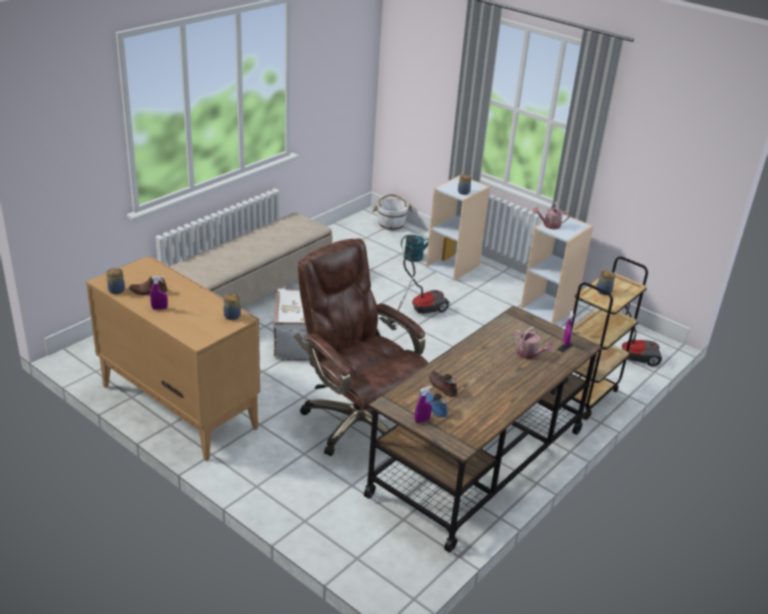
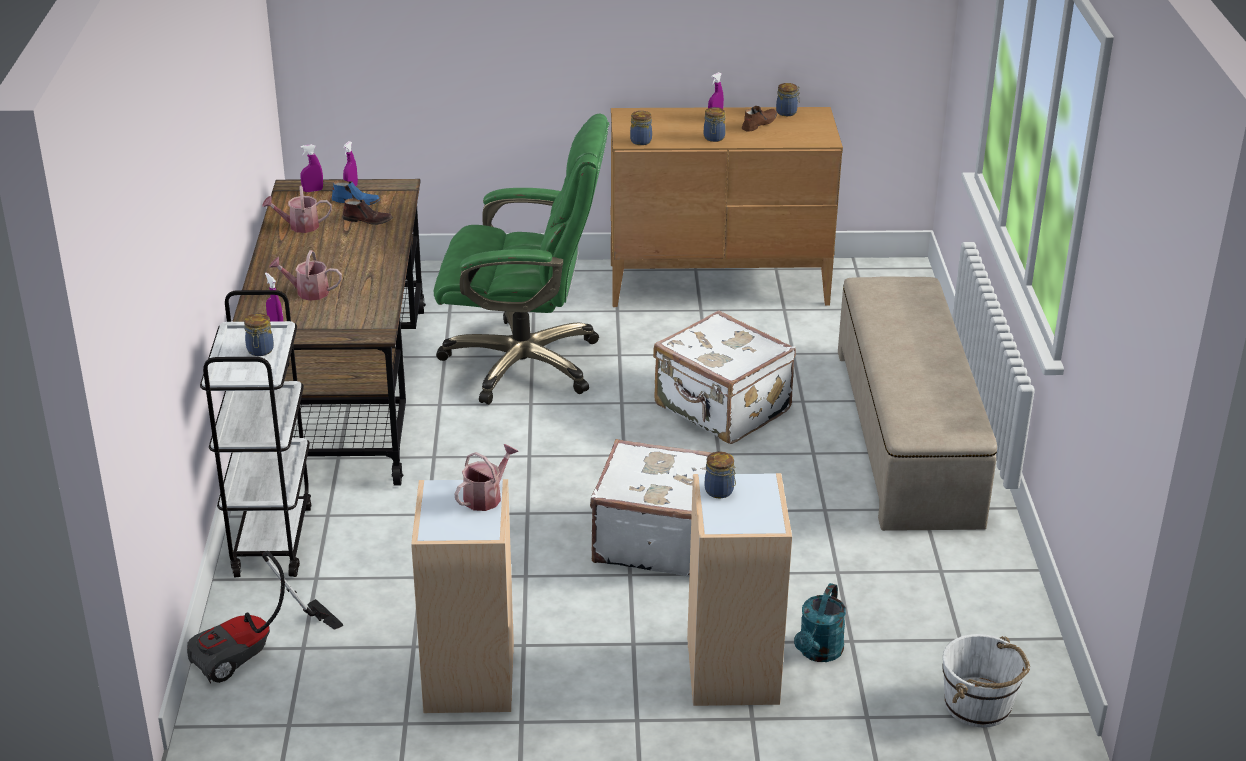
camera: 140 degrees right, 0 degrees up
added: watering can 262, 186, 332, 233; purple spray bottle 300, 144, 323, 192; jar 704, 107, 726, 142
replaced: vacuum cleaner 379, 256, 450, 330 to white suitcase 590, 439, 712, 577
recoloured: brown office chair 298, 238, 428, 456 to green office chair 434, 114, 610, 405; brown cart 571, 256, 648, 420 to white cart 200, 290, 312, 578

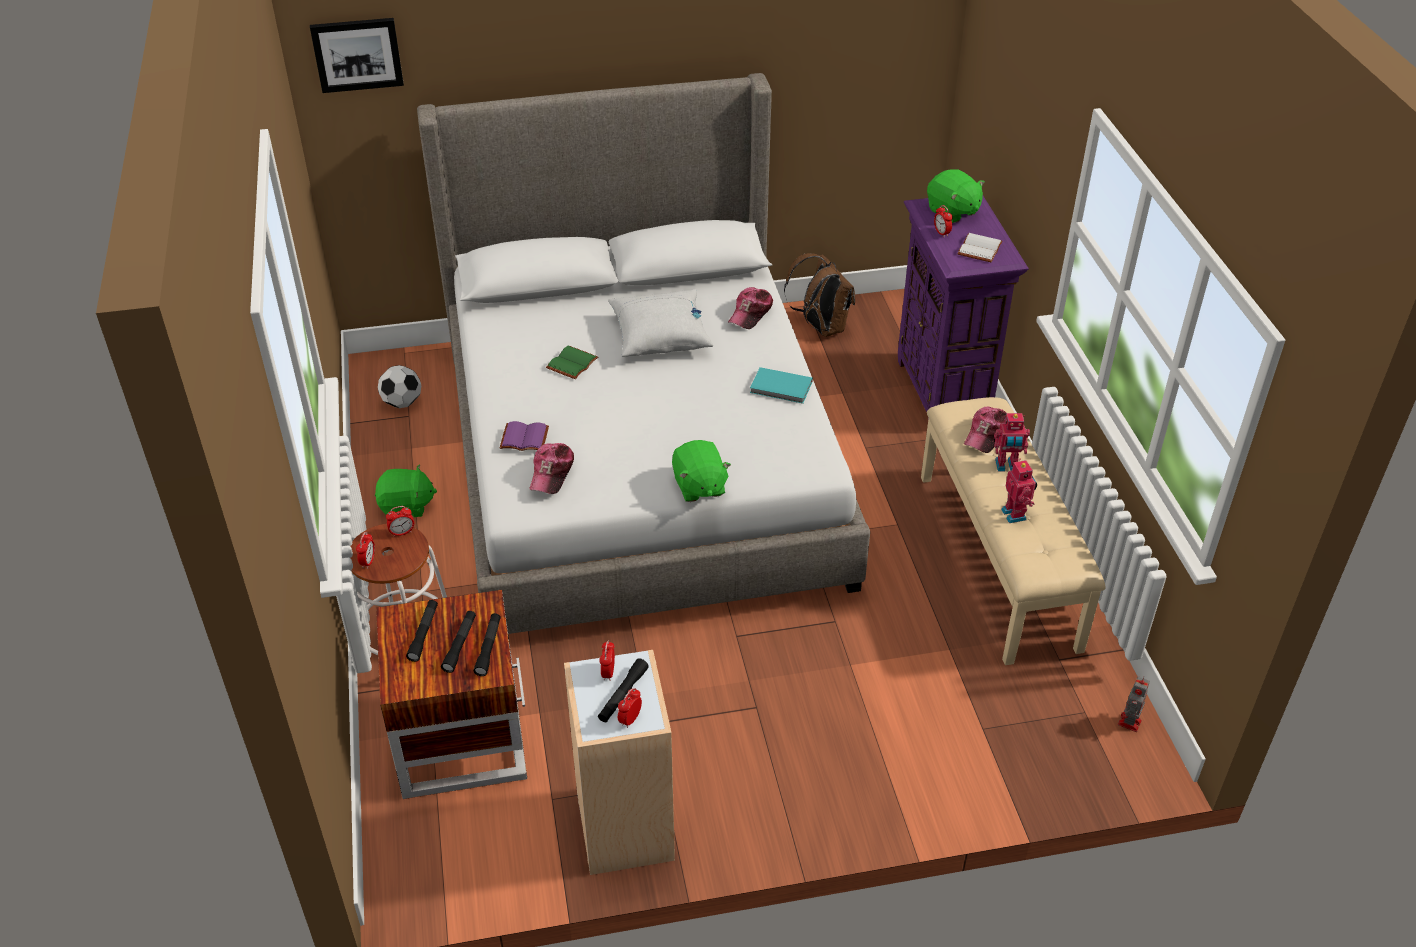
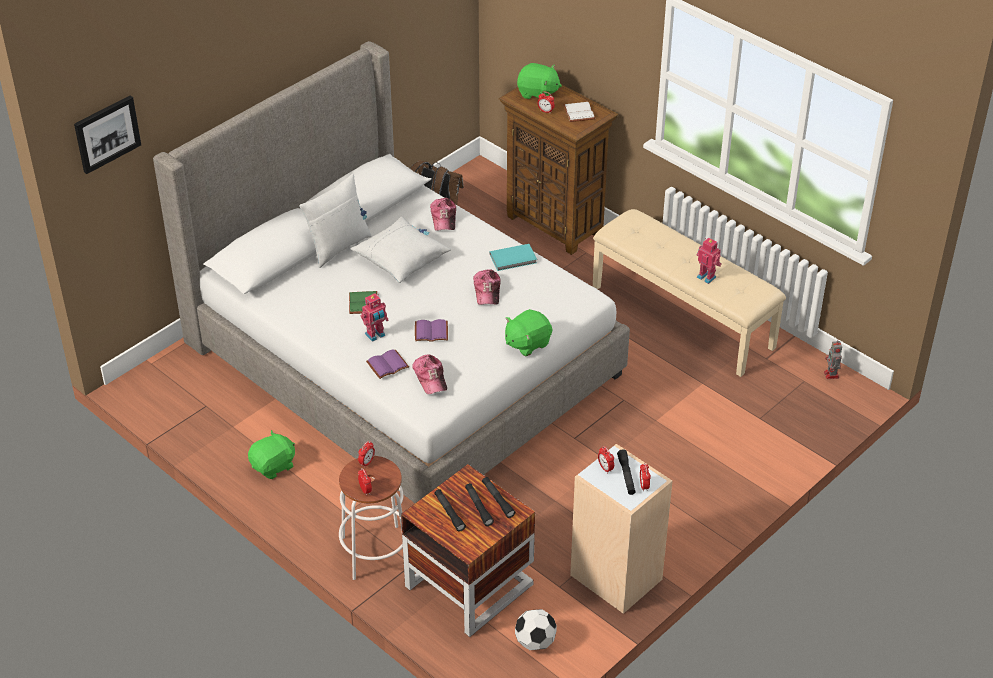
camera: 35 degrees left, 0 degrees up
added: grey pillow 299, 174, 372, 268; purple book 415, 319, 448, 342
moved: football 378, 365, 421, 408 to 515, 609, 557, 650; cap 964, 406, 1006, 453 to 473, 269, 501, 305; toy robot 994, 413, 1030, 472 to 361, 293, 389, 342
recoloured: purple cabinet 898, 196, 1029, 419 to brown cabinet 499, 84, 618, 255
turned: green plush toy 672, 440, 731, 502 = 505, 309, 552, 357 105 degrees clockwise

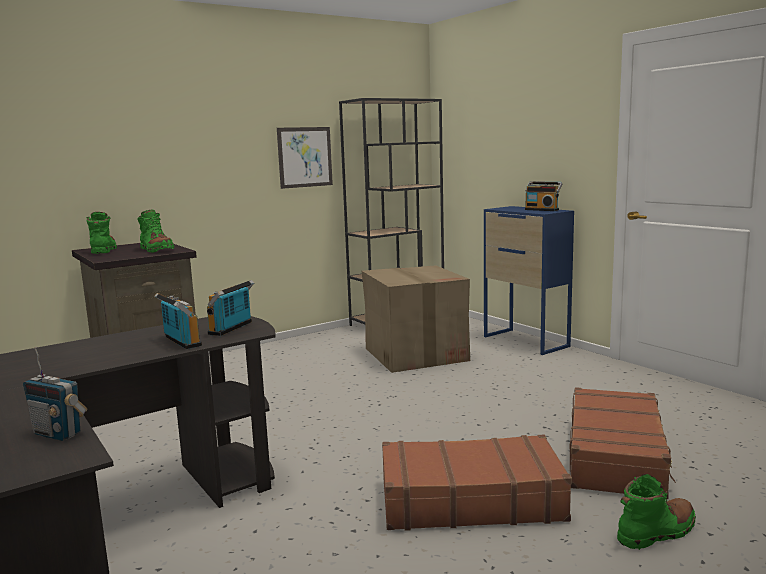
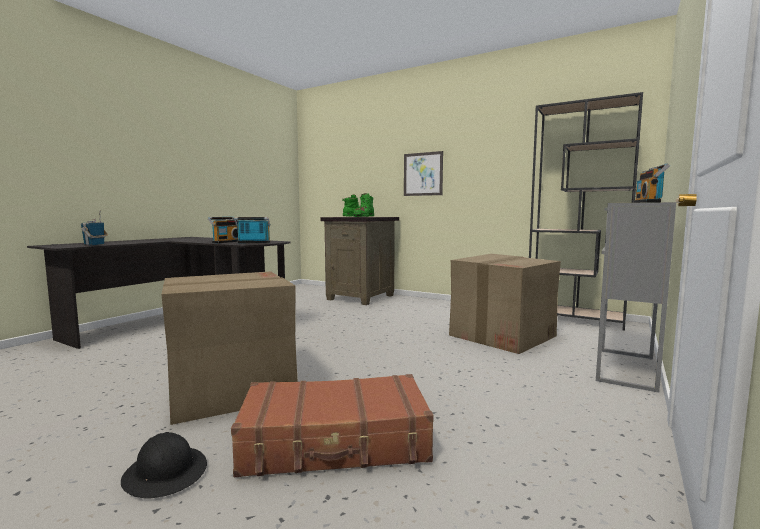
camera: 65 degrees right, 5 degrees down
moved: picture 277, 127, 333, 189 to 404, 151, 443, 196
replaced: brown suitcase 382, 435, 572, 531 to cardboard box 162, 271, 298, 425; green boot 617, 474, 696, 550 to black hard hat 121, 432, 207, 499
recoloured: blue cabinet 484, 206, 574, 355 to grey cabinet 596, 202, 676, 393

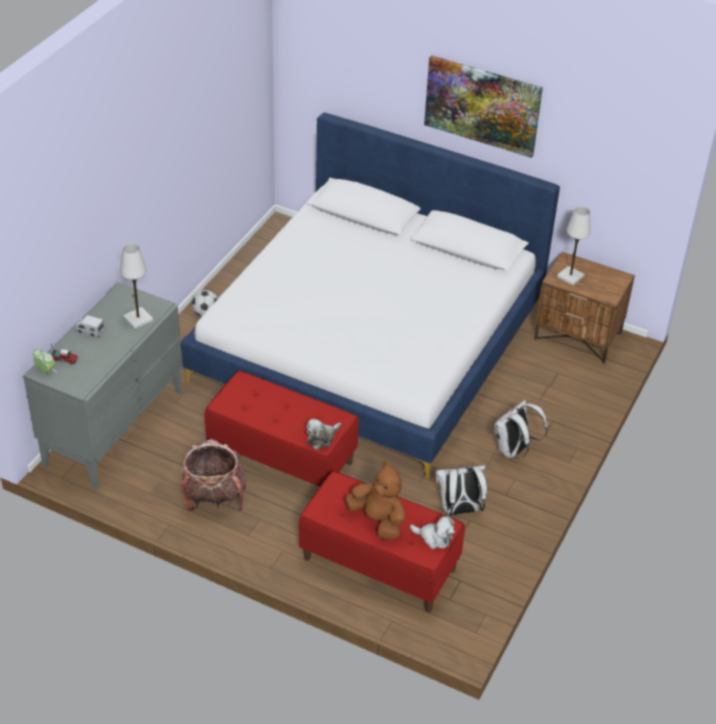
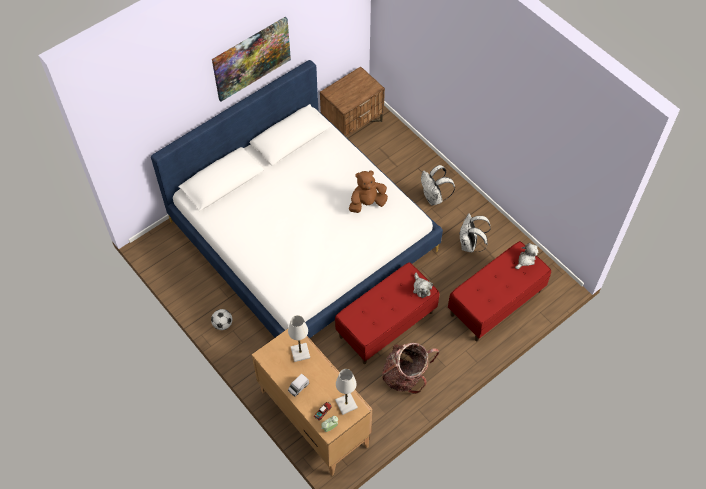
camera: 65 degrees left, 15 degrees up
moved: brown plush toy 345, 461, 406, 540 to 349, 170, 388, 213; white table lamp 557, 206, 591, 286 to 335, 369, 358, 415
recoloured: grey cabinet 23, 282, 182, 490 to brown cabinet 252, 329, 372, 476

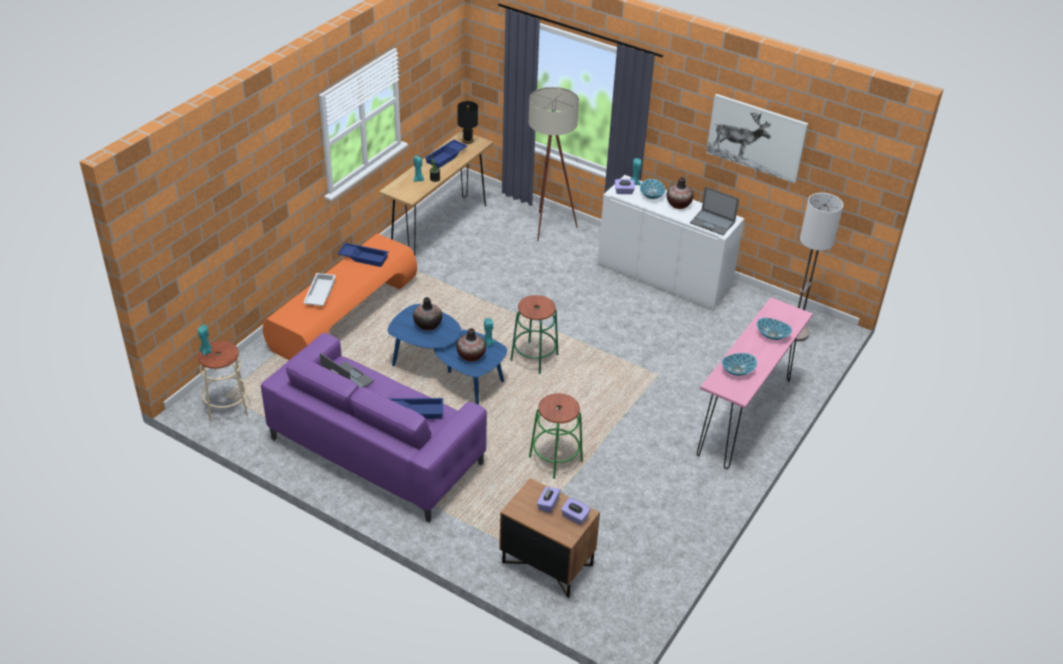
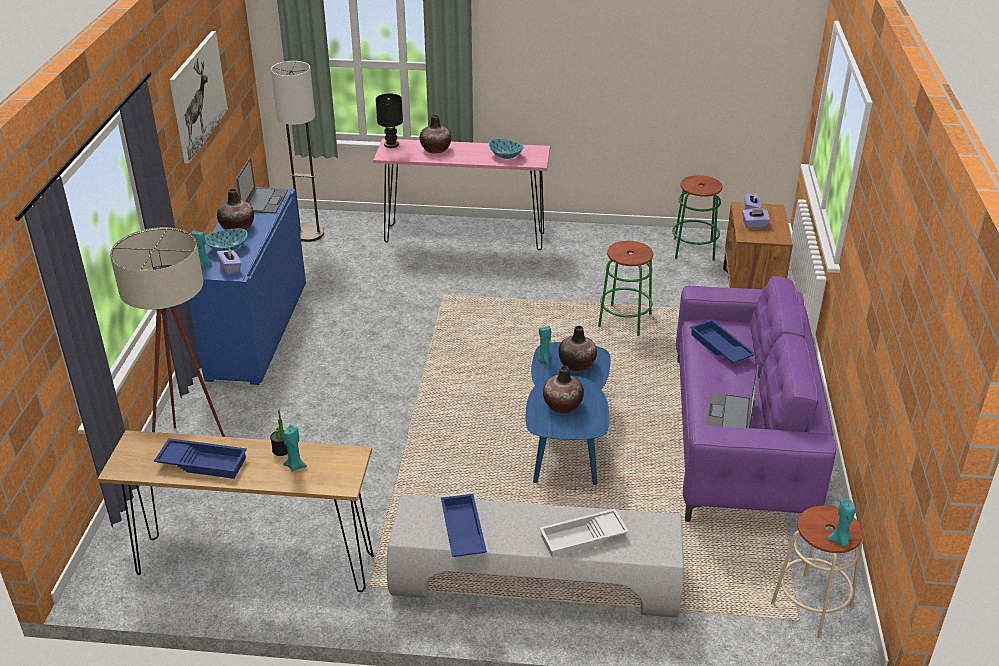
camera: 115 degrees left, 5 degrees down
moved: black table lamp 457, 101, 478, 144 to 376, 94, 403, 148; green stool 510, 295, 558, 374 to 672, 175, 723, 261
replaced: bowl 757, 318, 792, 340 to vase 420, 115, 451, 154
recoloured: orange bench 263, 233, 417, 360 to grey bench 387, 495, 684, 618; white cabinet 598, 175, 745, 311 to blue cabinet 188, 187, 306, 385

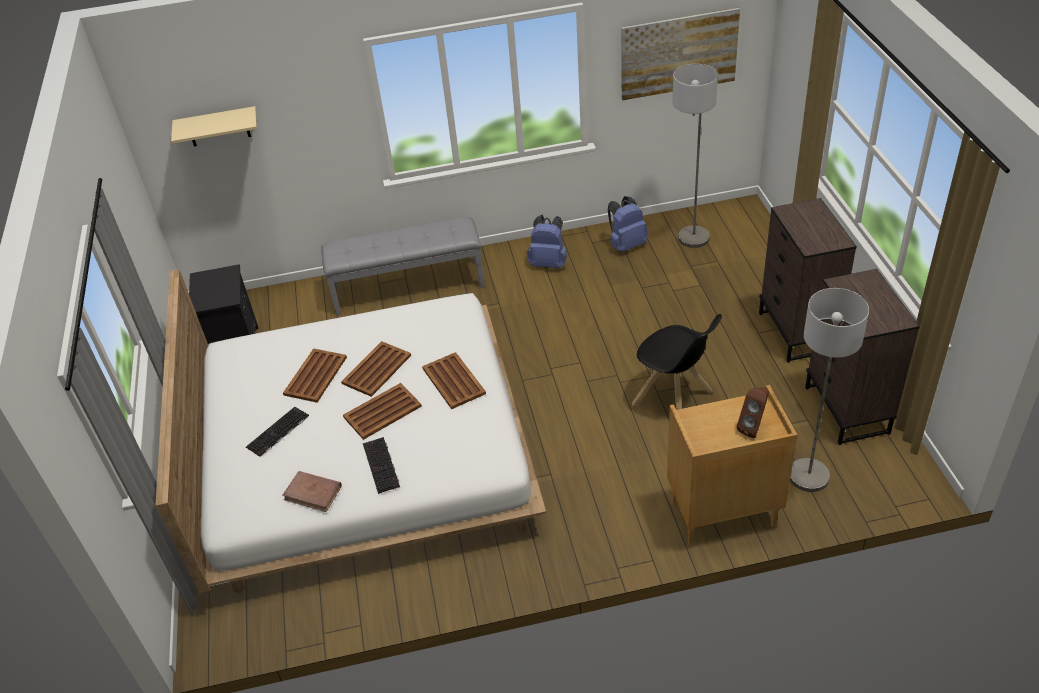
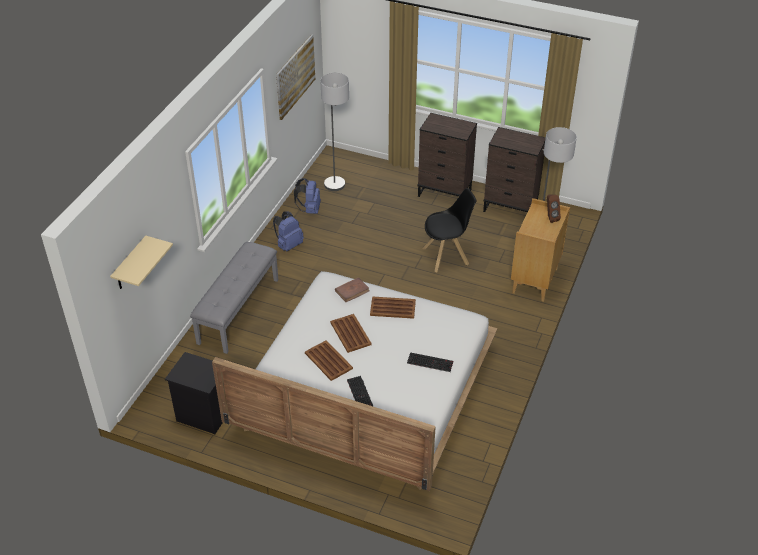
camera: 60 degrees left, 0 degrees up
removed: brown tray 343, 383, 422, 440
moved: brown book 282, 471, 342, 512 to 335, 277, 370, 302

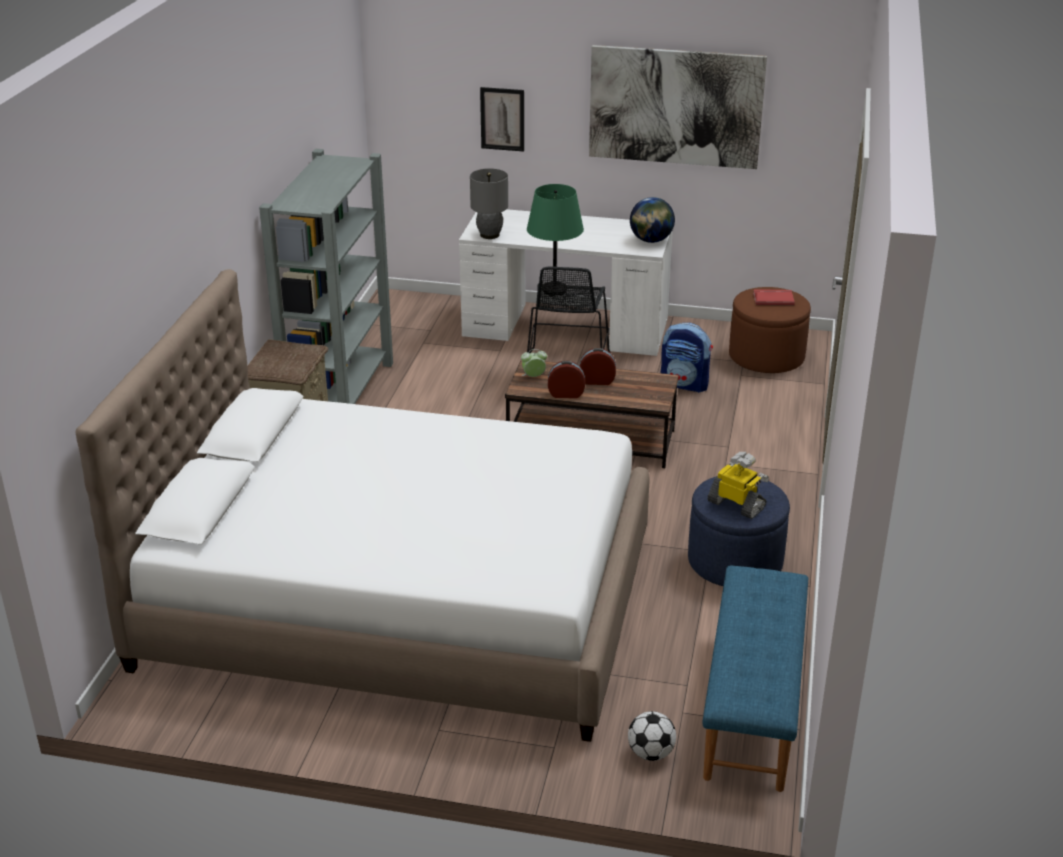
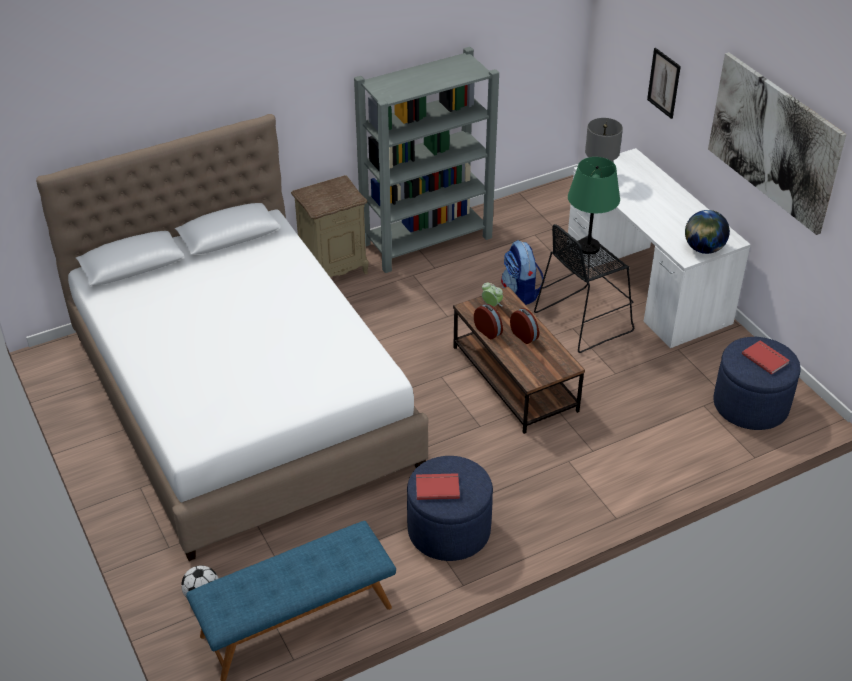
camera: 50 degrees right, 10 degrees up
moved: backpack 660, 323, 713, 393 to 501, 240, 544, 305
replaced: toy robot 707, 452, 769, 519 to red book 416, 473, 460, 500
recoloured: brown ottoman 729, 287, 811, 373 to blue ottoman 713, 337, 801, 430

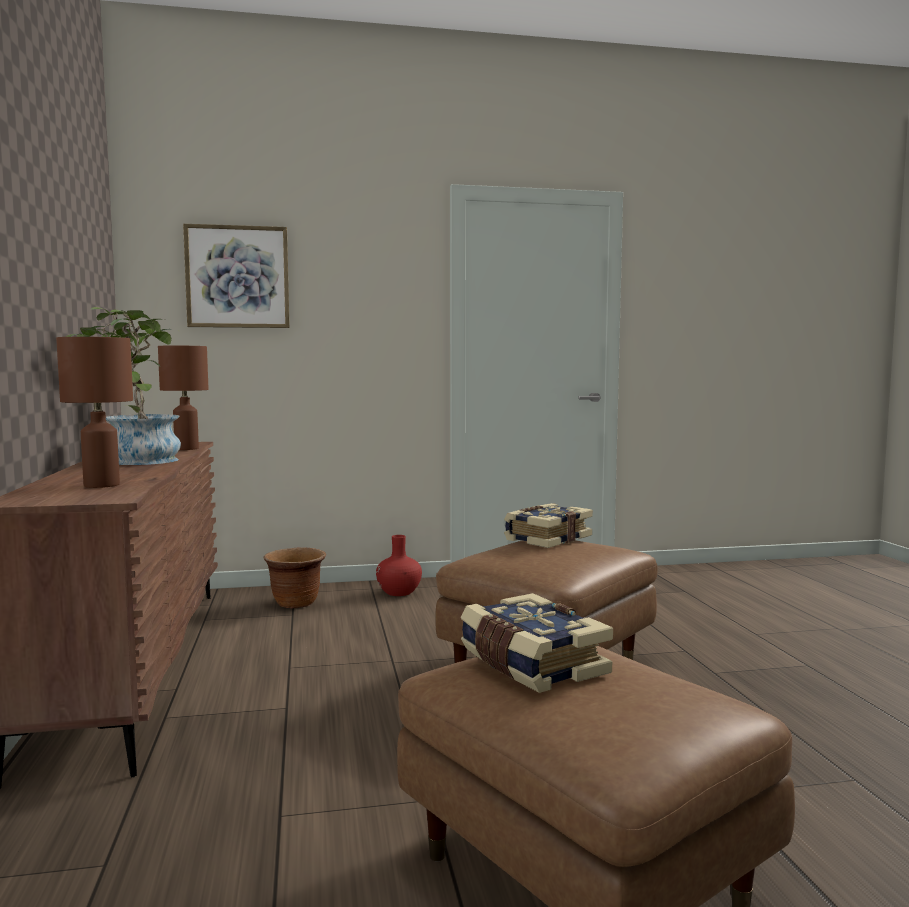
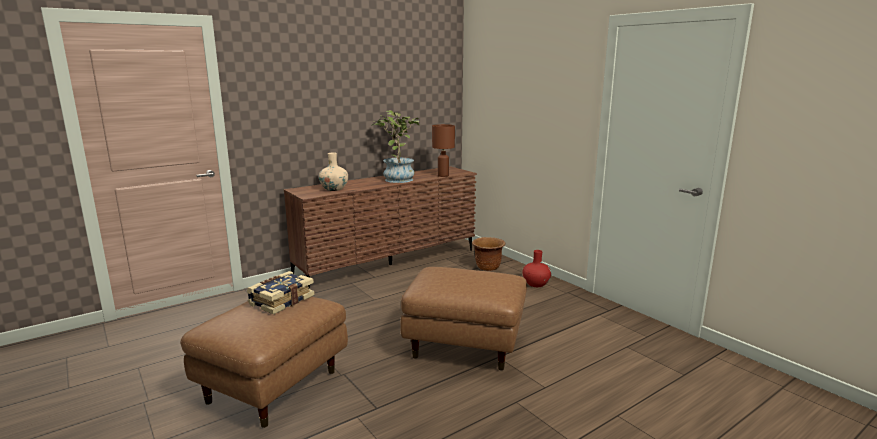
camera: 65 degrees right, 10 degrees up
removed: picture 183, 224, 290, 328; book 504, 503, 593, 548
replaced: brown table lamp 56, 337, 133, 488 to beige vase 319, 152, 348, 191

